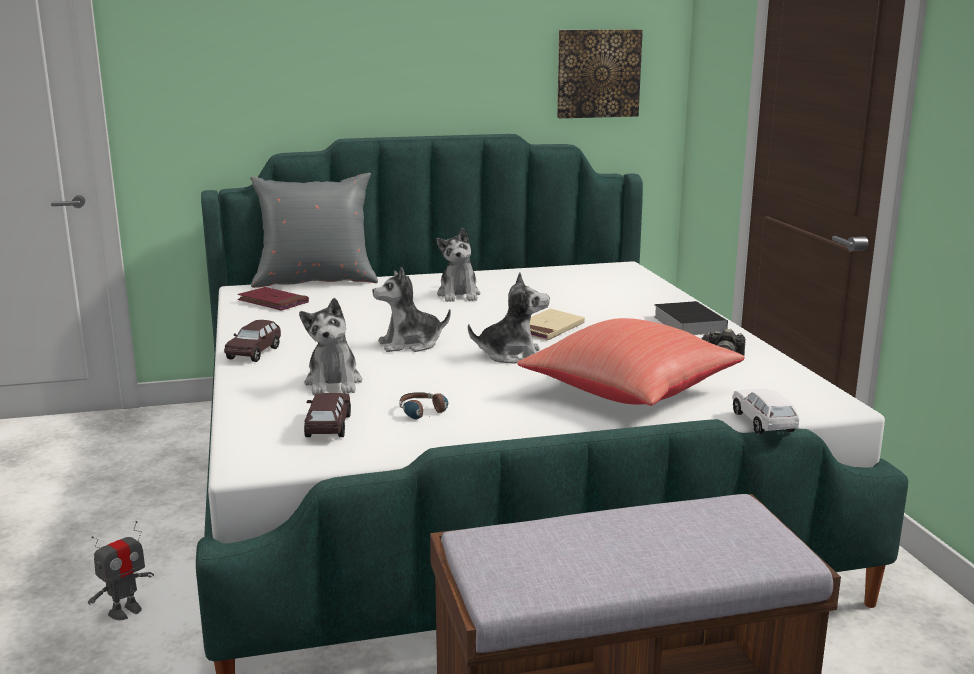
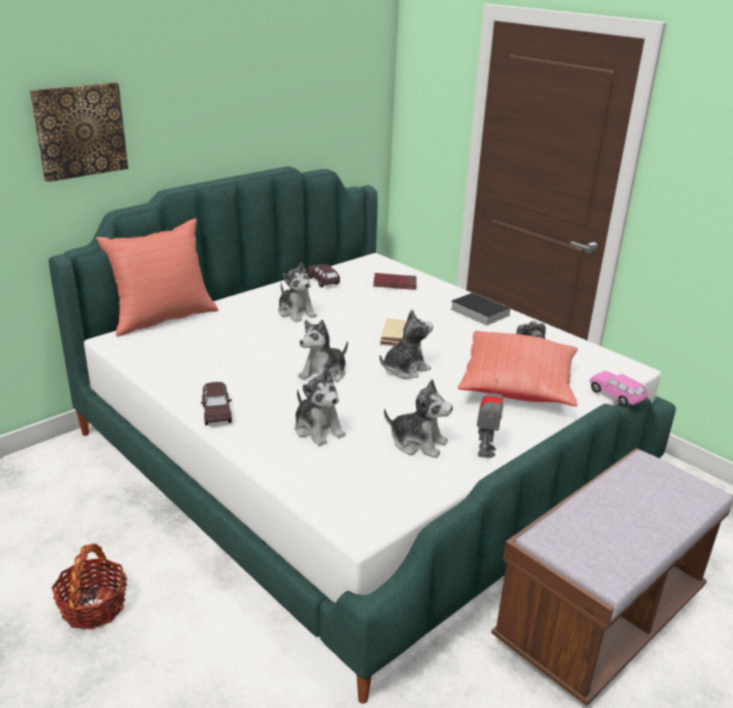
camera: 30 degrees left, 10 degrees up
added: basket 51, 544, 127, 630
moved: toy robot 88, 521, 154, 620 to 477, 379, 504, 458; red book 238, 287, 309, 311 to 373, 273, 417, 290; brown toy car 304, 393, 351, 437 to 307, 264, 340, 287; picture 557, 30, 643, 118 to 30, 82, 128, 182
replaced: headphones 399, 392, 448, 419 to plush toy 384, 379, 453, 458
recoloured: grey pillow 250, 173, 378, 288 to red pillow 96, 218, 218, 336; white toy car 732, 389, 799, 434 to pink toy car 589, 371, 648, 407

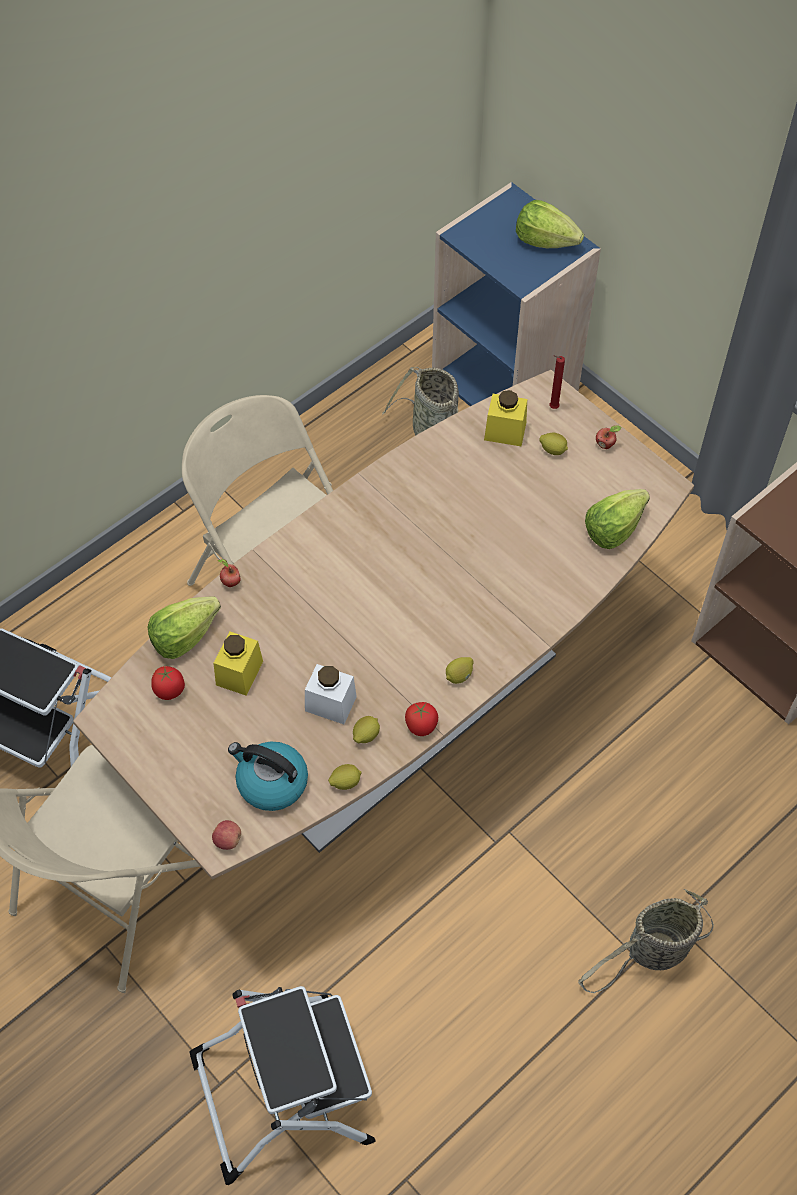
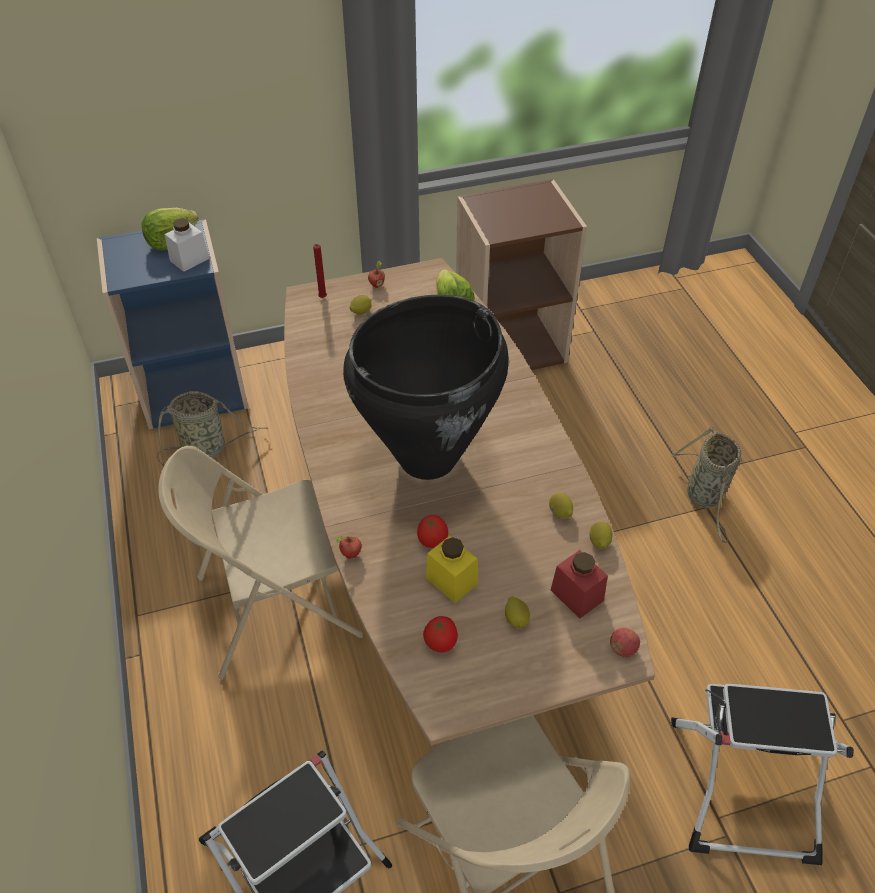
camera: 65 degrees left, 10 degrees down
removed: lettuce 148, 596, 221, 659; yellow jar 484, 390, 527, 446
added: black vase 343, 295, 509, 480
moved: white jar 305, 664, 357, 724 to 164, 218, 210, 272; tomato 405, 702, 438, 736 to 417, 515, 448, 548; lemon 446, 657, 473, 684 to 505, 596, 530, 628
replaced: kettle 228, 742, 308, 811 to red jar 551, 550, 608, 619

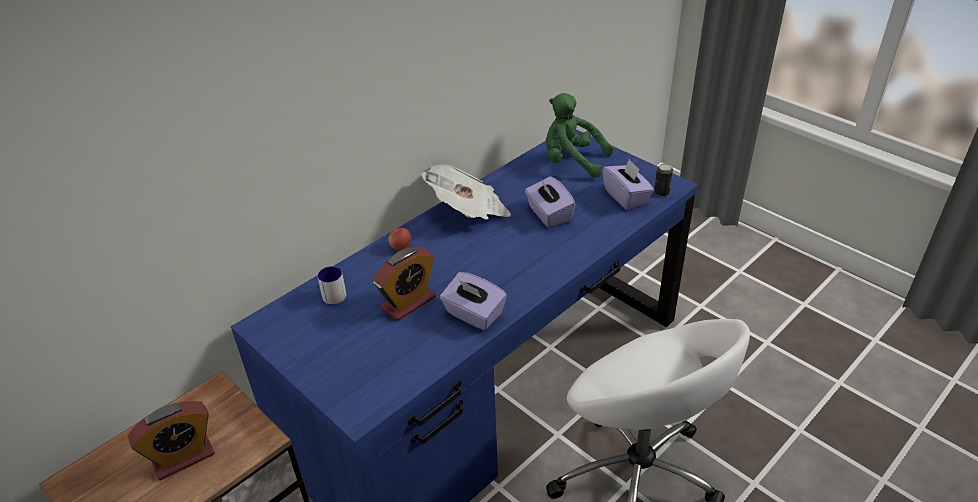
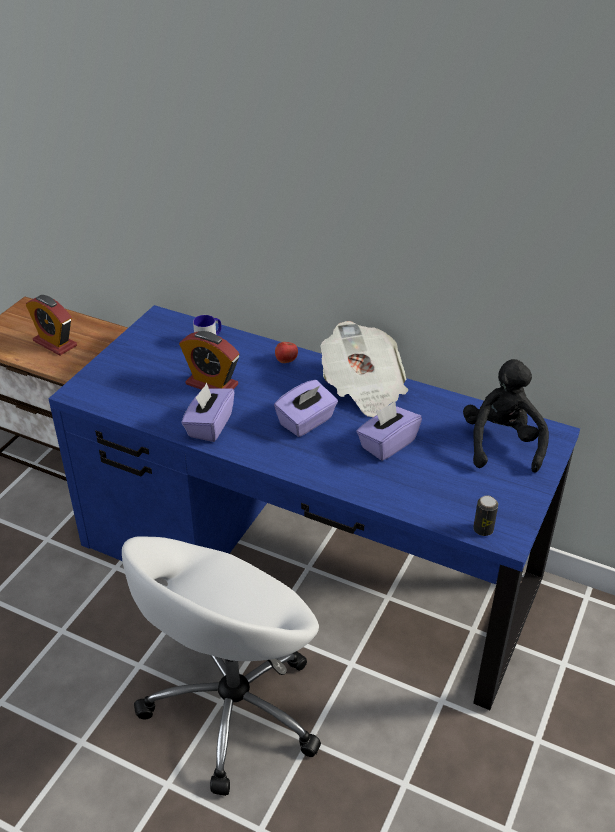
camera: 70 degrees right, 0 degrees up
moved: purple tissue box 602, 159, 654, 210 to 274, 380, 338, 437
recoloured: green plush toy 546, 93, 613, 178 to black plush toy 463, 359, 549, 473

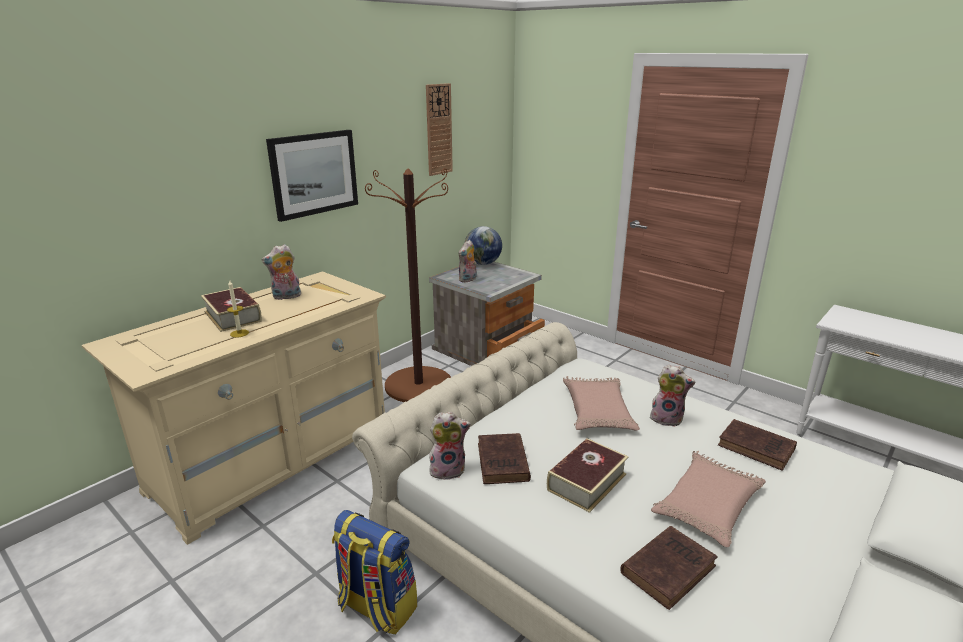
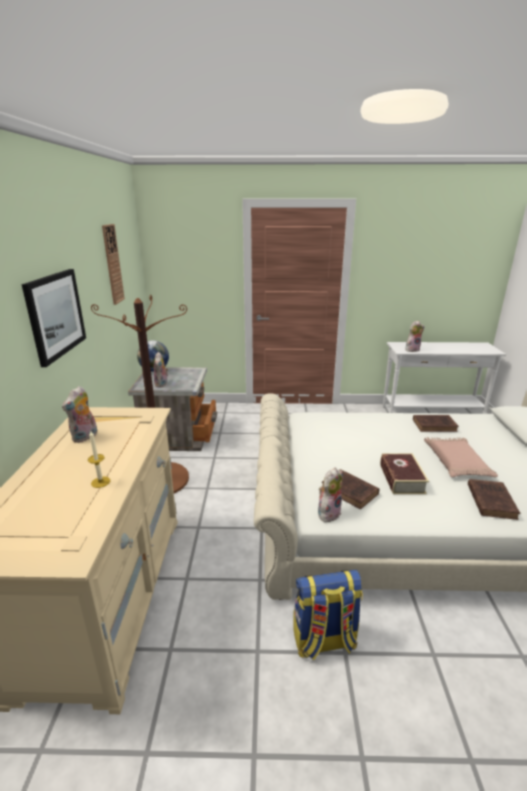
camera: 40 degrees left, 0 degrees up
removed: book 201, 287, 262, 332; beige pillow 563, 376, 640, 431
moved: plush toy 650, 365, 695, 427 to 406, 321, 425, 352

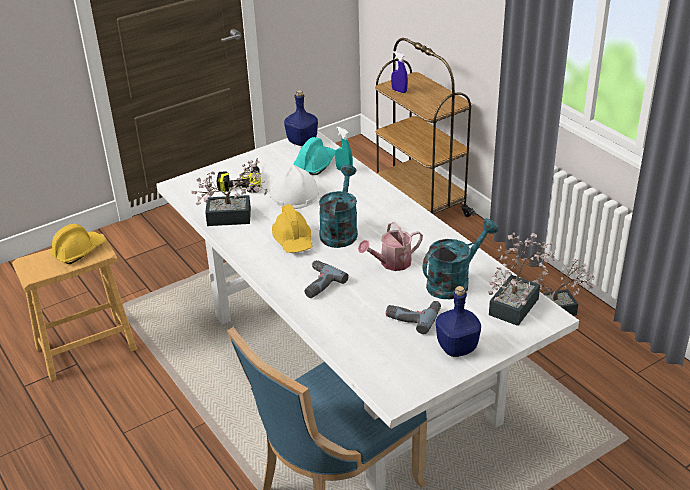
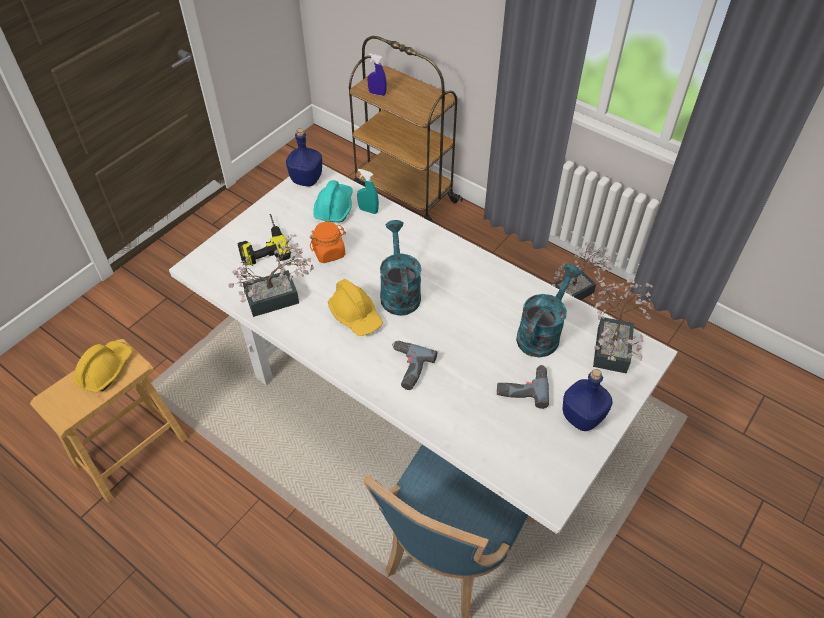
camera: 20 degrees left, 15 degrees up
removed: watering can 358, 222, 423, 271
replaced: white hard hat 269, 164, 320, 209 to orange jar 310, 222, 346, 263

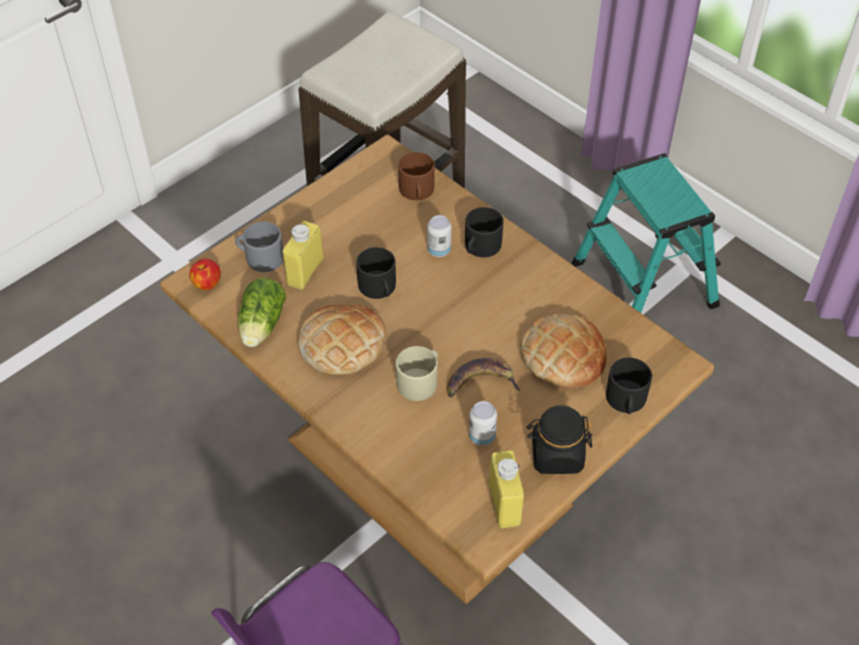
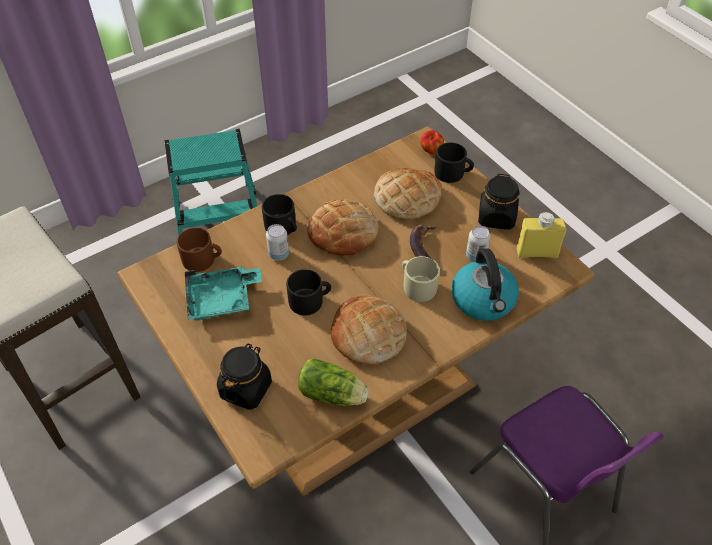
camera: 80 degrees left, 0 degrees up
removed: yellow bottle 283, 221, 323, 290
added: turquoise tray 185, 266, 262, 321; bread 307, 199, 379, 256; kettle 451, 248, 519, 321
moved: apple 189, 259, 221, 290 to 420, 130, 444, 154
replaced: grey mug 235, 222, 284, 272 to black jar 217, 344, 272, 410

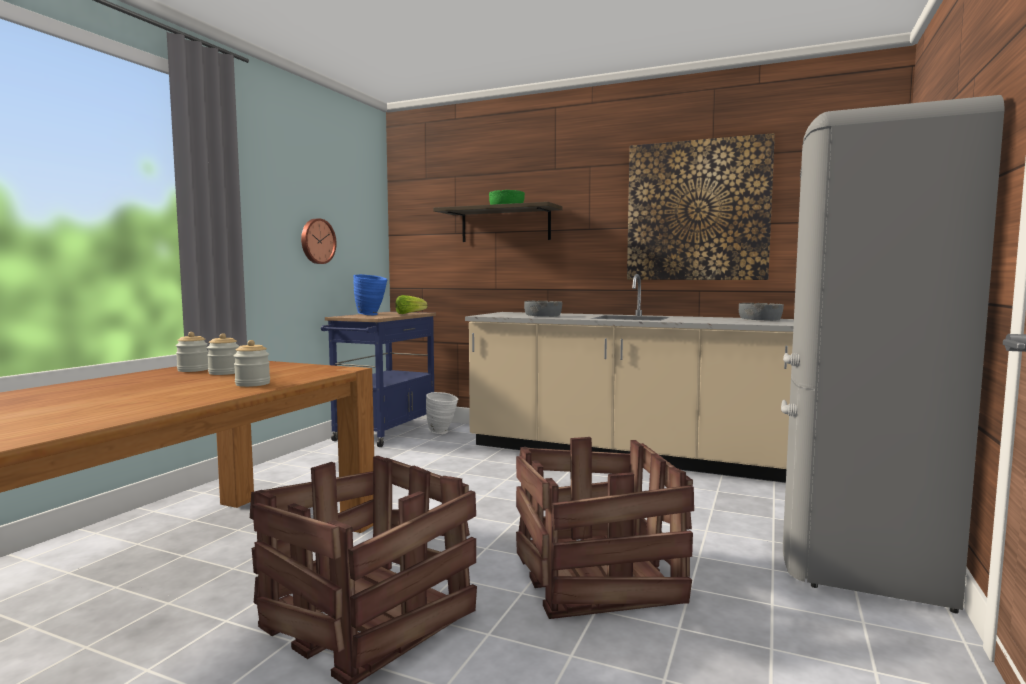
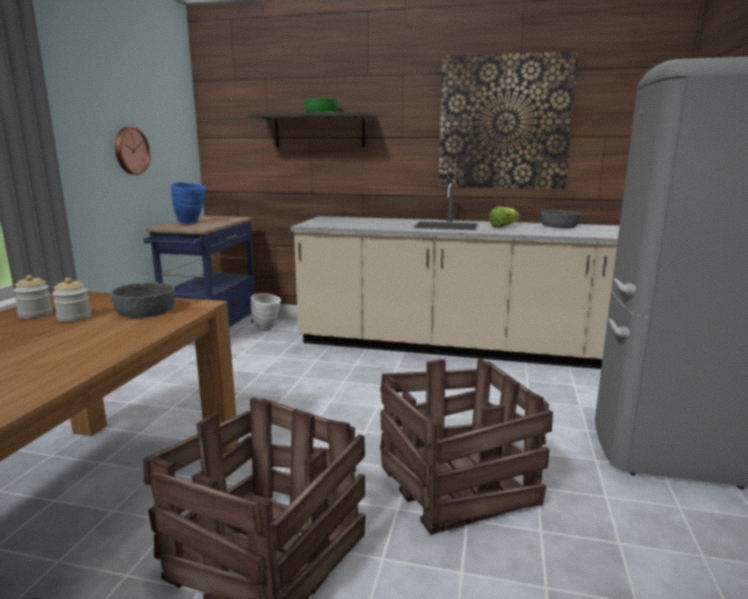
camera: 10 degrees left, 10 degrees up
removed: jar 234, 340, 270, 387
moved: lettuce 395, 295, 428, 314 to 489, 207, 520, 228; grey bowl 524, 301, 562, 317 to 111, 282, 175, 318

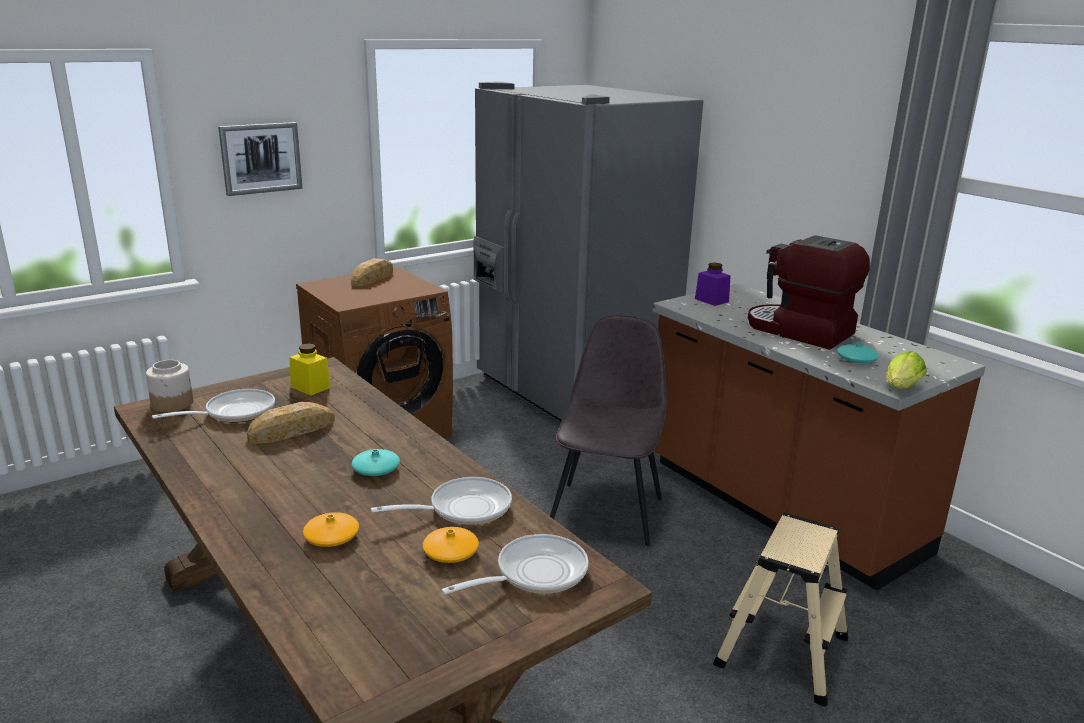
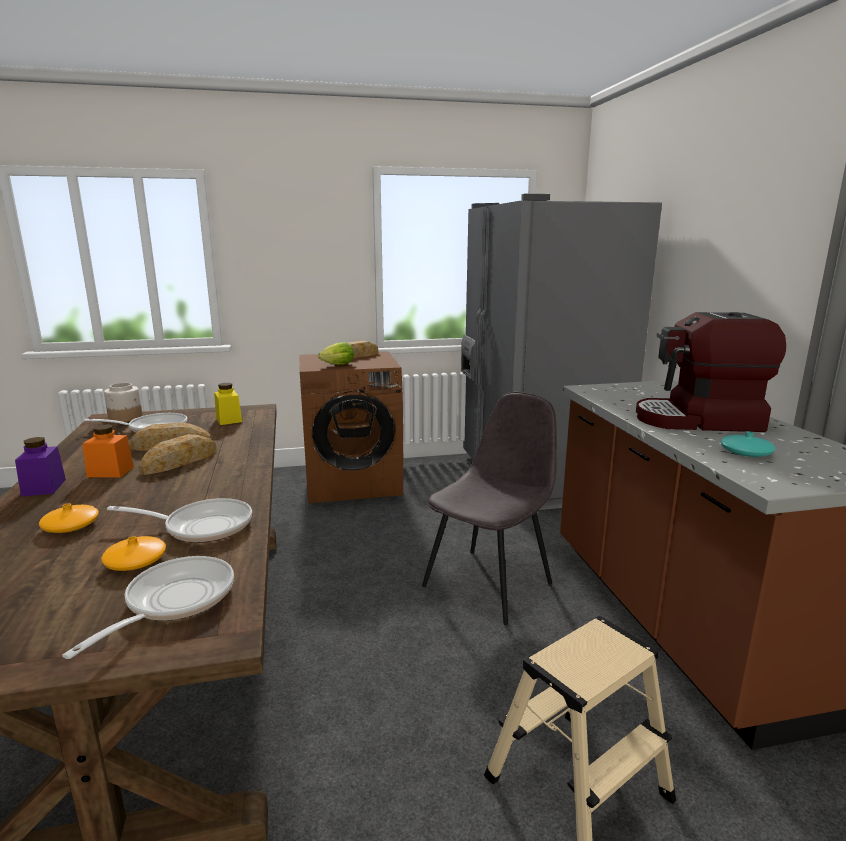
camera: 25 degrees right, 5 degrees down
removed: picture 218, 122, 303, 196; turquoise vase 352, 449, 400, 476
added: orange jar 82, 424, 134, 478; bread 138, 434, 217, 475
moved: purple jar 695, 263, 731, 306 to 15, 437, 66, 497; lettuce 886, 351, 927, 389 to 318, 342, 354, 365
turned: frying pan 441, 534, 589, 595 = 62, 556, 234, 659 60 degrees counterclockwise; coffee machine 748, 235, 870, 350 = 636, 312, 786, 432 60 degrees counterclockwise

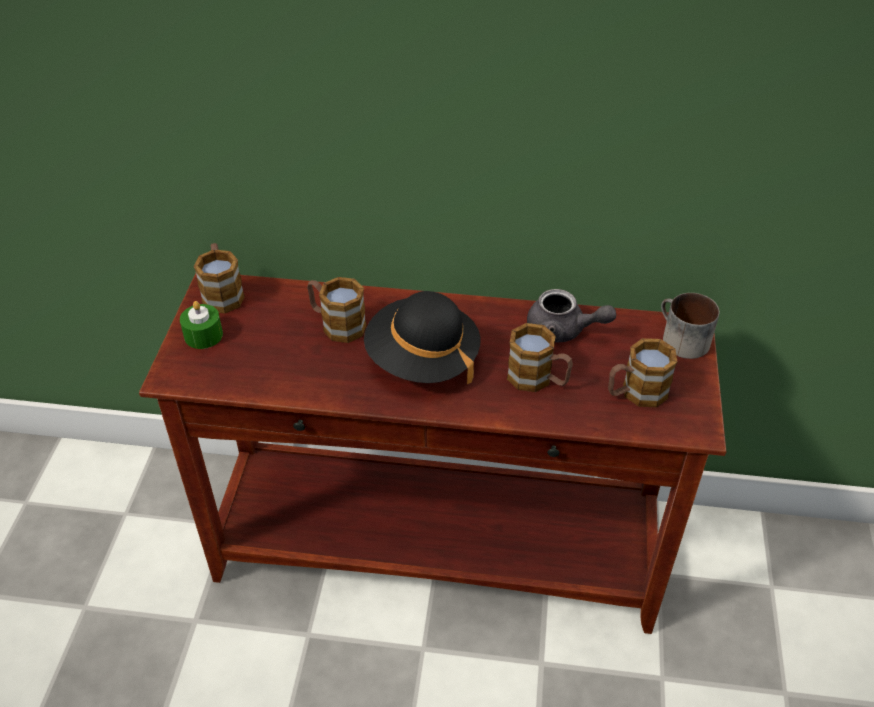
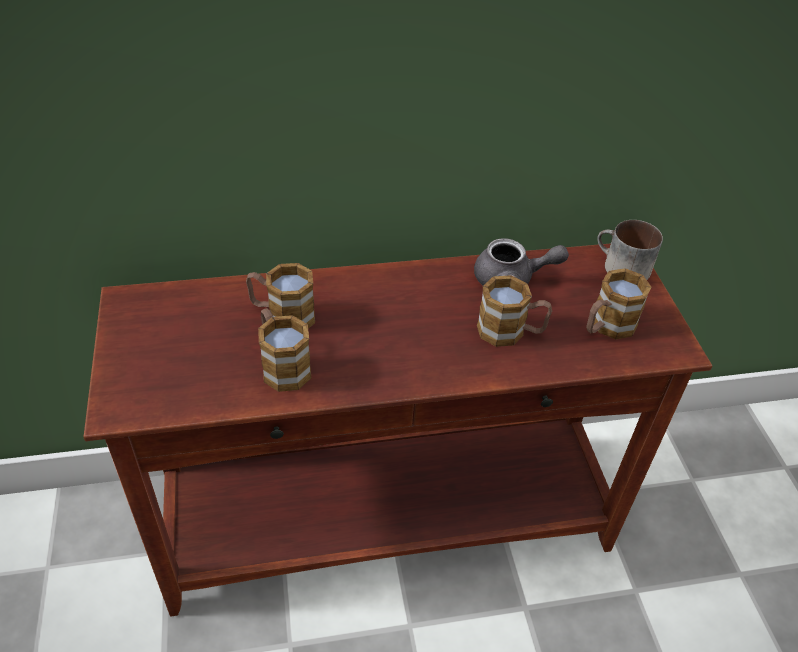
camera: 20 degrees left, 0 degrees up
removed: green candle 180, 301, 223, 349; black hat 364, 291, 481, 384
moved: mug 194, 243, 245, 314 to 258, 309, 311, 392

